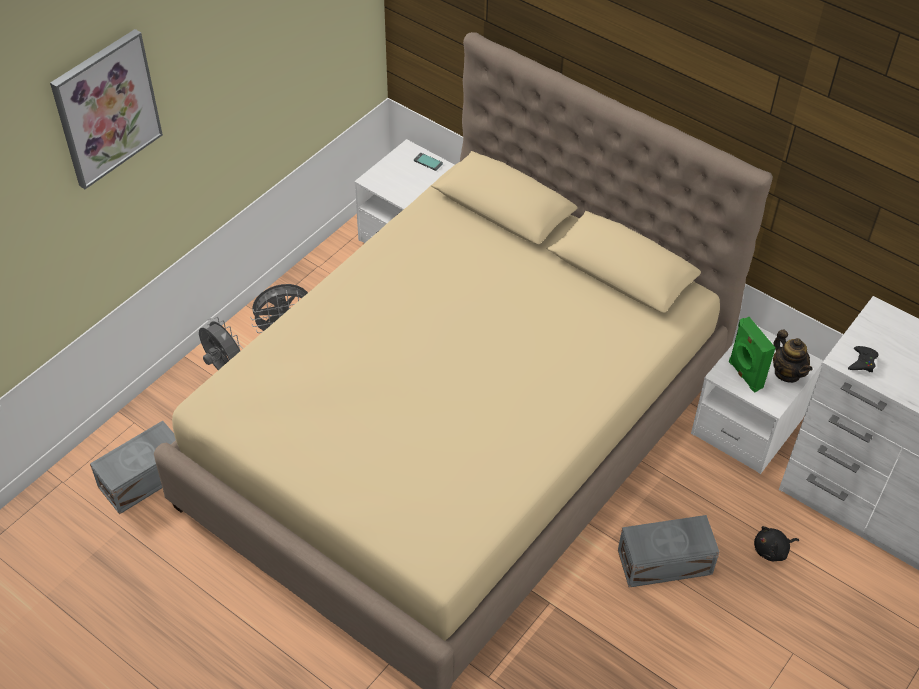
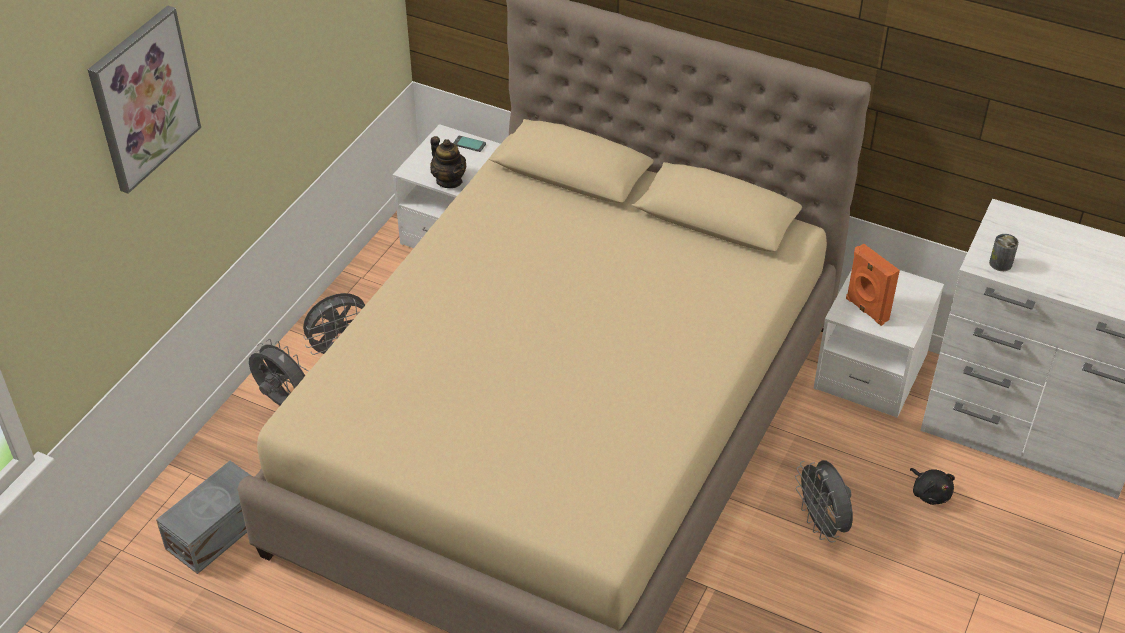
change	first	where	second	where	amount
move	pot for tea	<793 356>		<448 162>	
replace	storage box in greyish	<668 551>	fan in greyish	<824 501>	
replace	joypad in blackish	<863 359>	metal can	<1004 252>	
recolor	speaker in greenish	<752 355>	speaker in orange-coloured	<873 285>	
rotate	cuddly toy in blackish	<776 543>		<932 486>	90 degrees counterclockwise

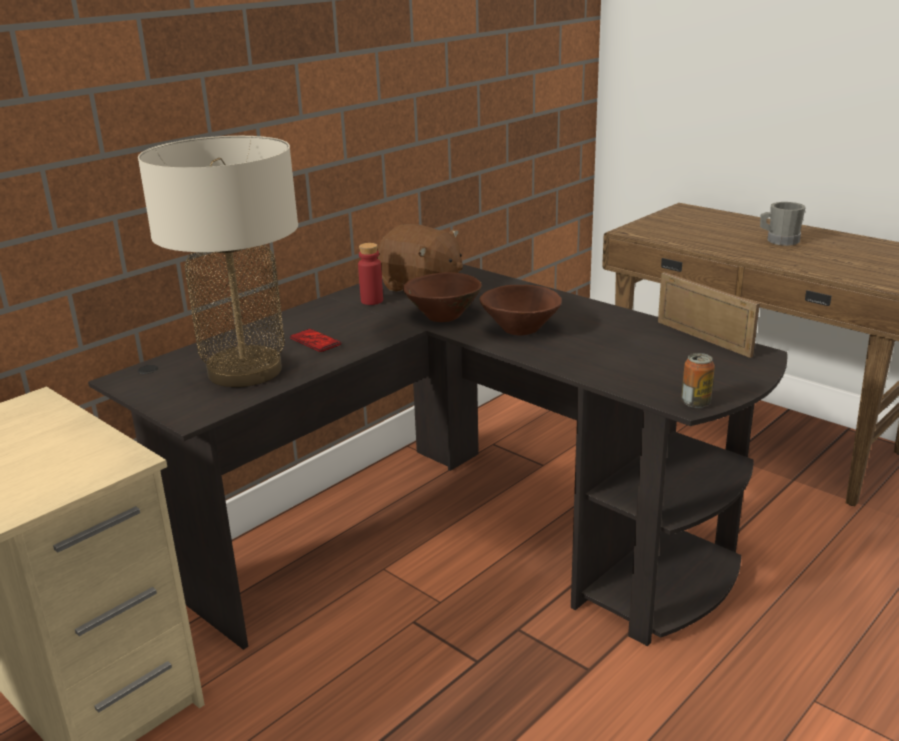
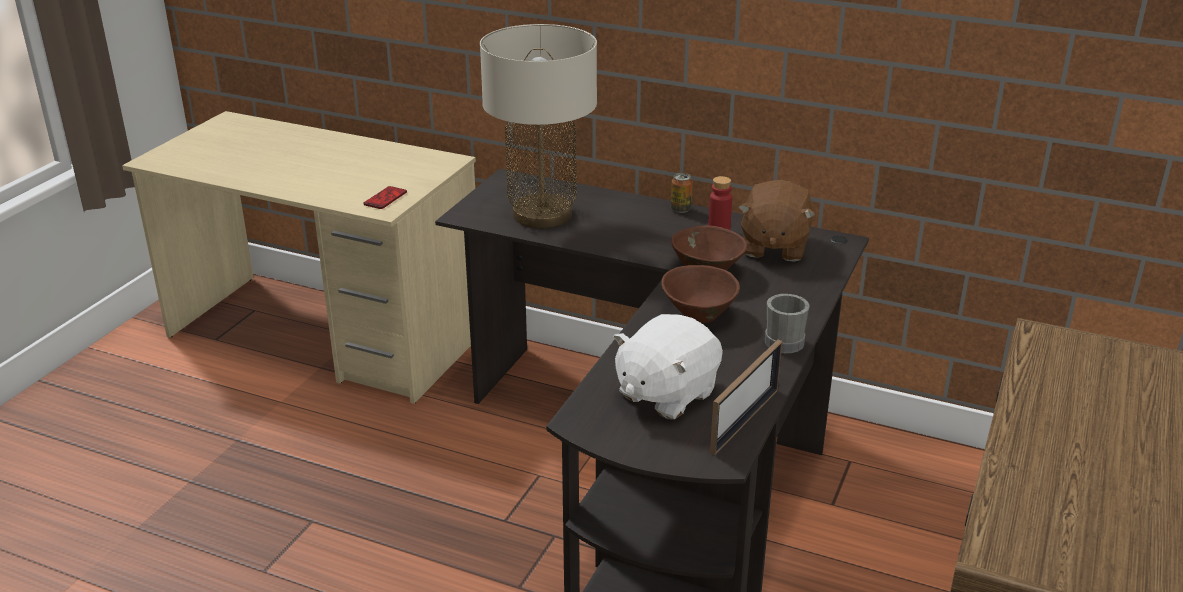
change	first	where	second	where	amount
insert			cuddly toy in whitish	<668 367>	
move	telephone	<315 340>		<385 197>	
move	metal can	<698 380>		<682 193>	
move	mug in greyish	<782 224>		<787 323>	

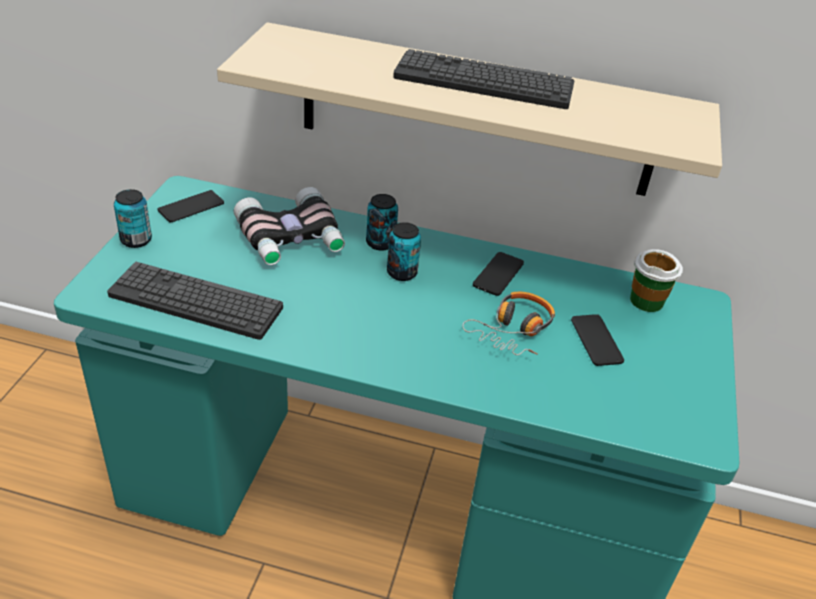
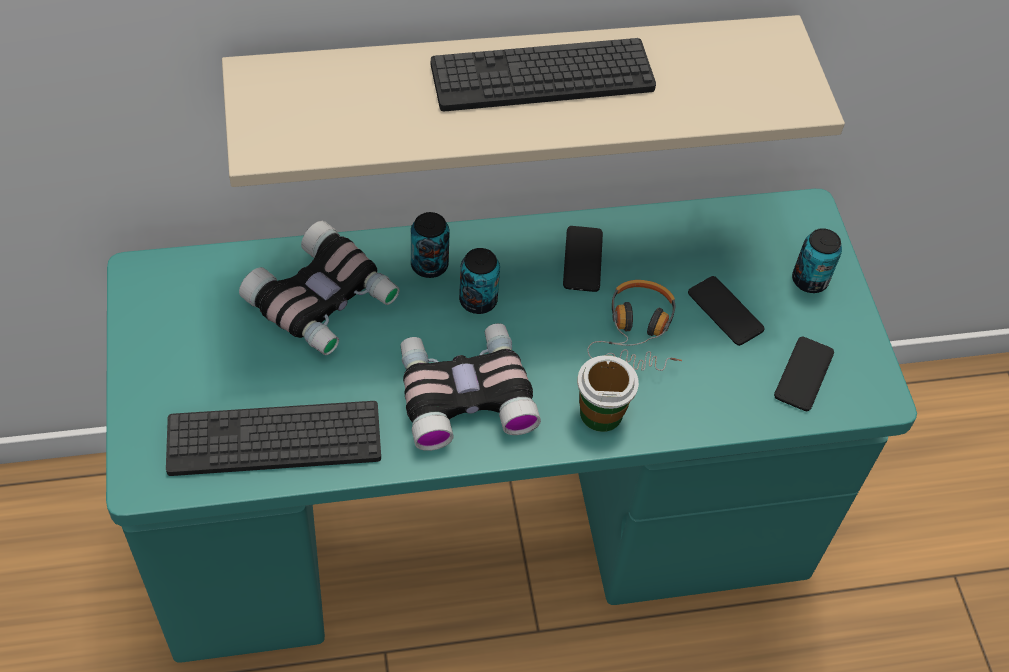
change	first	where	second	where	amount
insert			field glasses	<470 387>	
move	metal can	<133 218>		<817 260>	
move	telephone	<191 206>		<804 373>	
move	cup	<656 280>		<608 393>	

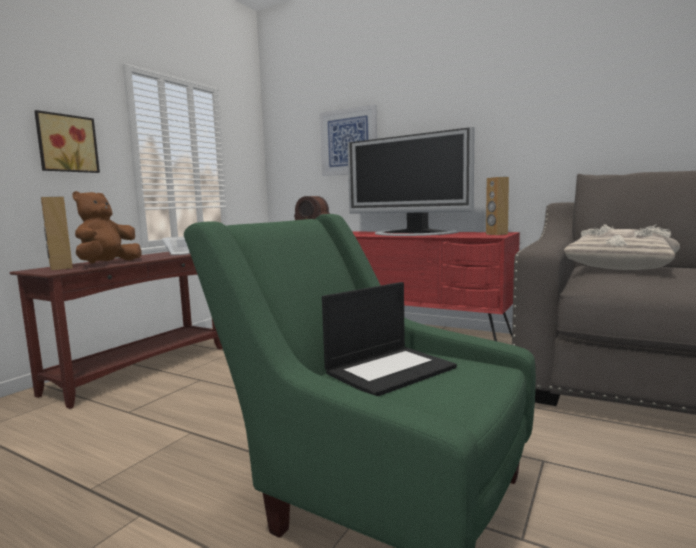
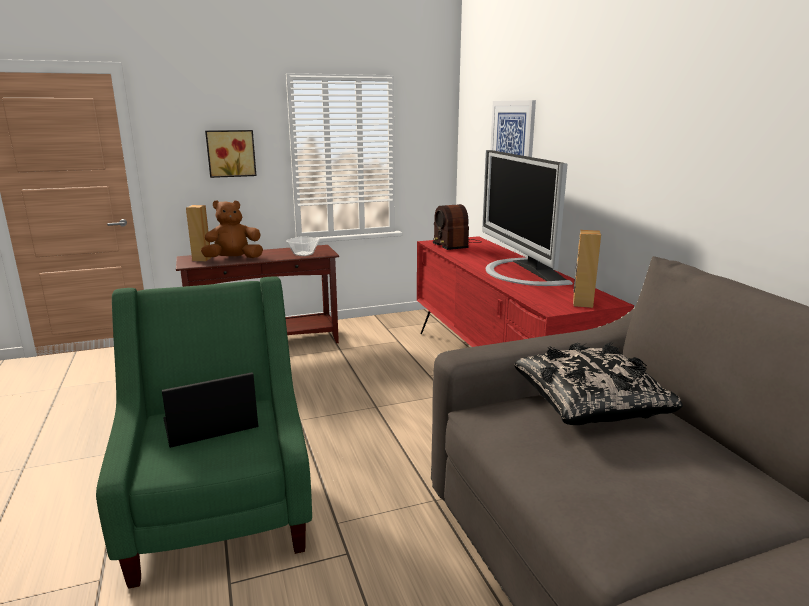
change	first	where	second	where	amount
recolor	cushion in sand-coloured	<622 247>	cushion in blackish	<599 383>	
rotate	portable computer	<389 339>		<210 410>	150 degrees clockwise

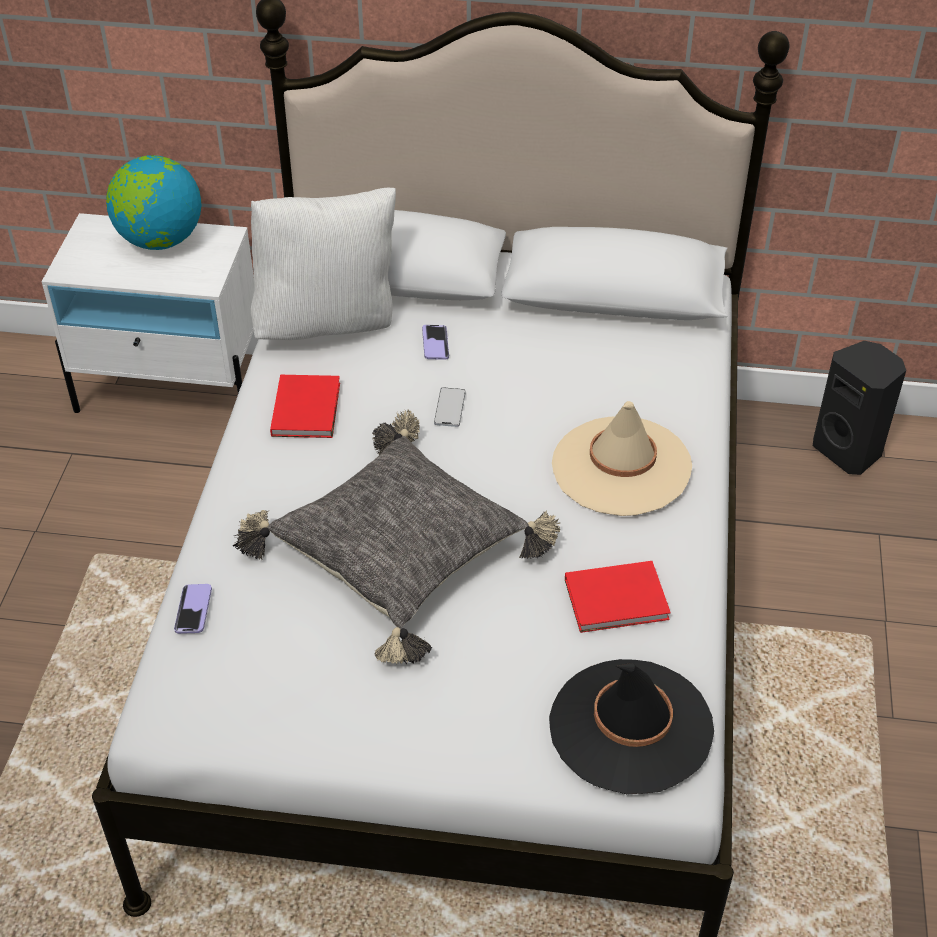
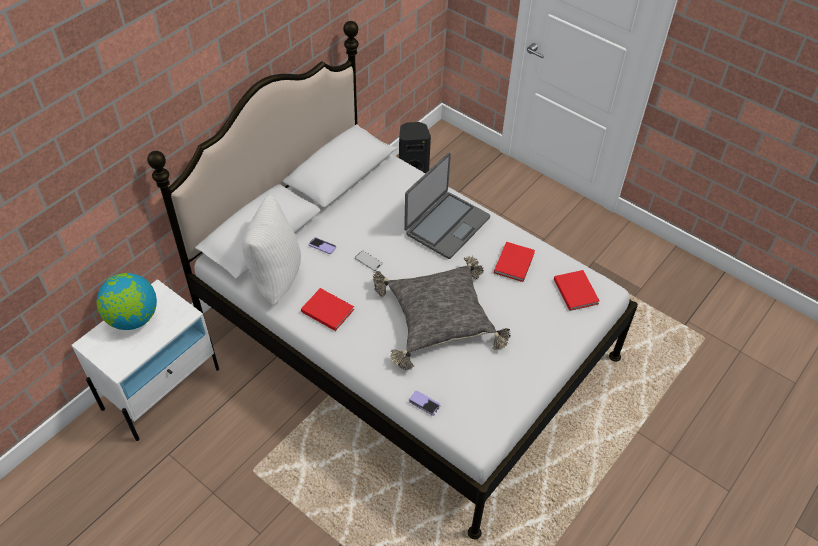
change	first	where	second	where	amount
replace	clothing hat in blackish	<631 726>	bound book in reddish	<577 290>	
replace	clothing hat in sand-coloured	<622 458>	portable computer	<447 206>	

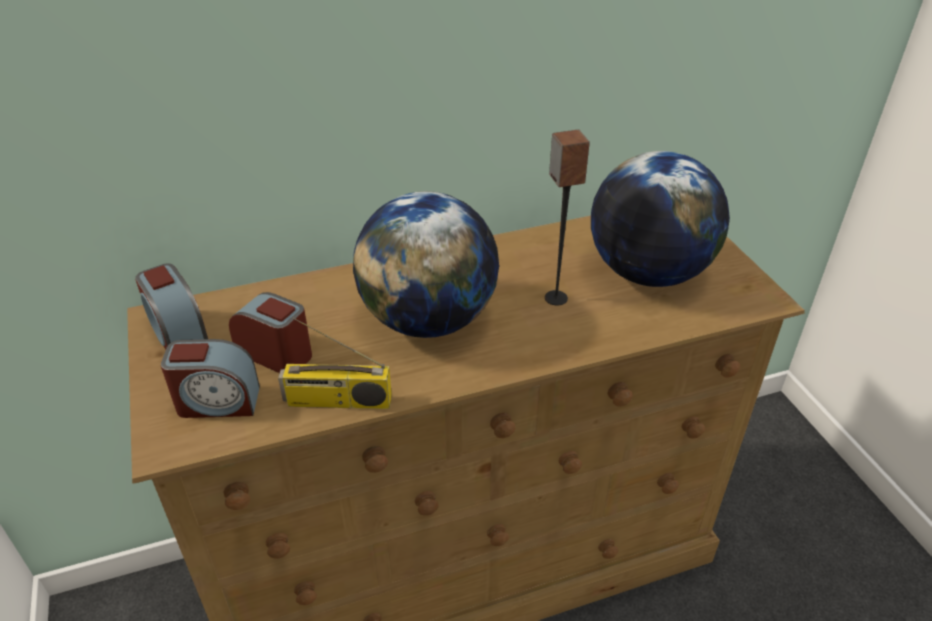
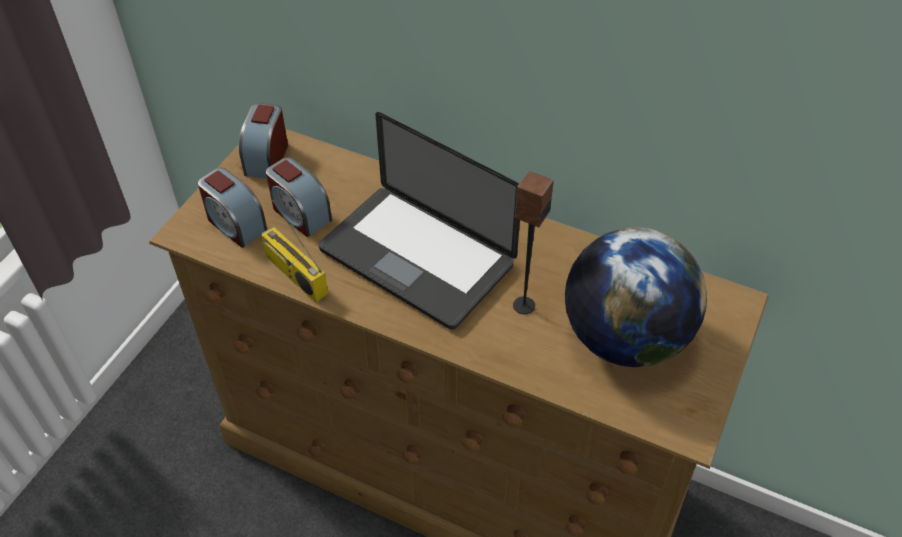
change	first	where	second	where	amount
replace	desk globe	<426 264>	portable computer	<419 221>	
rotate	bedside clock	<270 332>		<299 197>	150 degrees clockwise

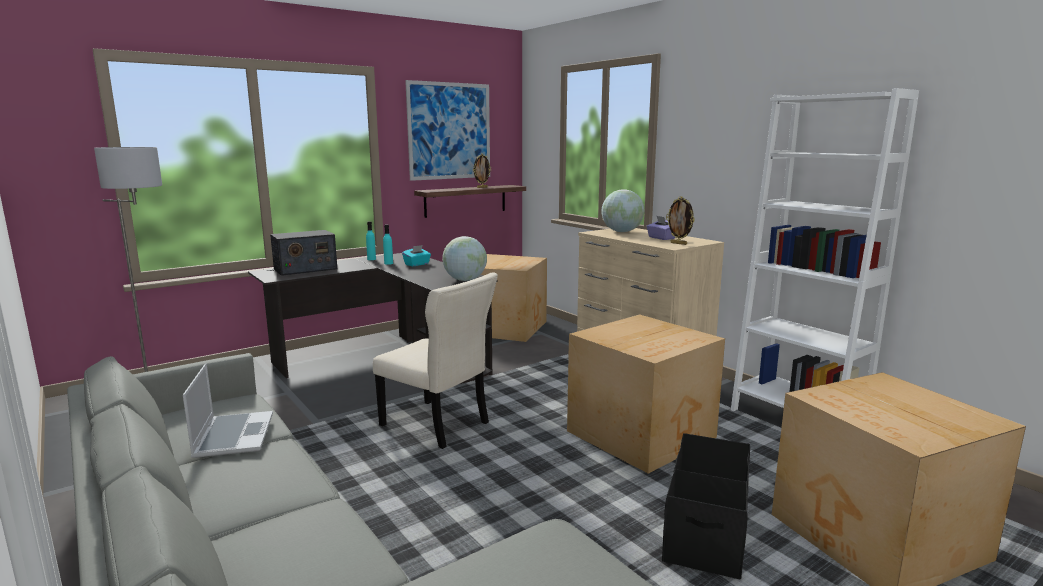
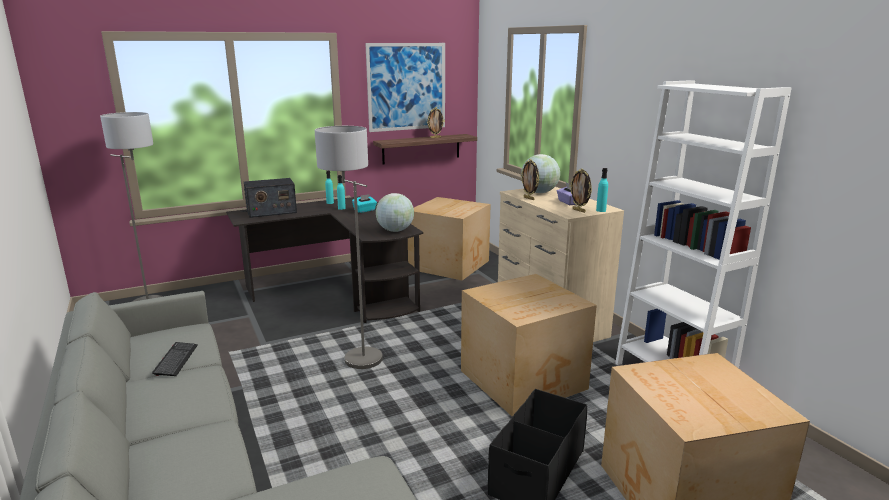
change	first	where	second	where	amount
insert			standing frame	<530 179>	
insert			drink bottle in turquoise-coloured	<602 190>	
replace	portable computer	<228 410>	computer keyboard	<175 359>	
replace	plain chair in sand-coloured	<435 360>	standard lamp in greyish	<349 247>	

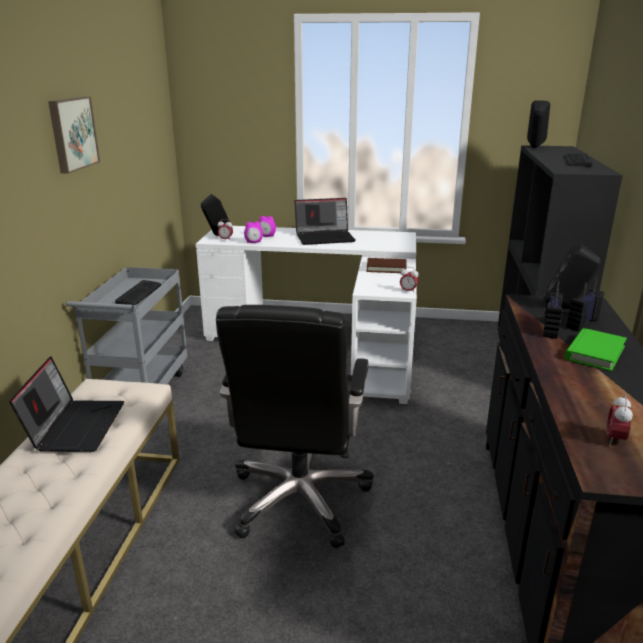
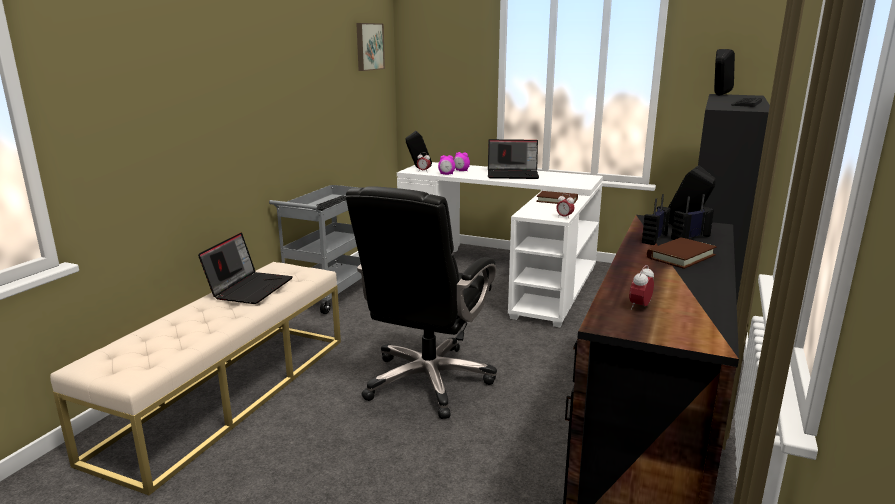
change	first	where	second	where	amount
move	picture	<74 135>		<370 47>	
recolor	bound book in greenish	<596 349>	bound book in brown	<682 253>	

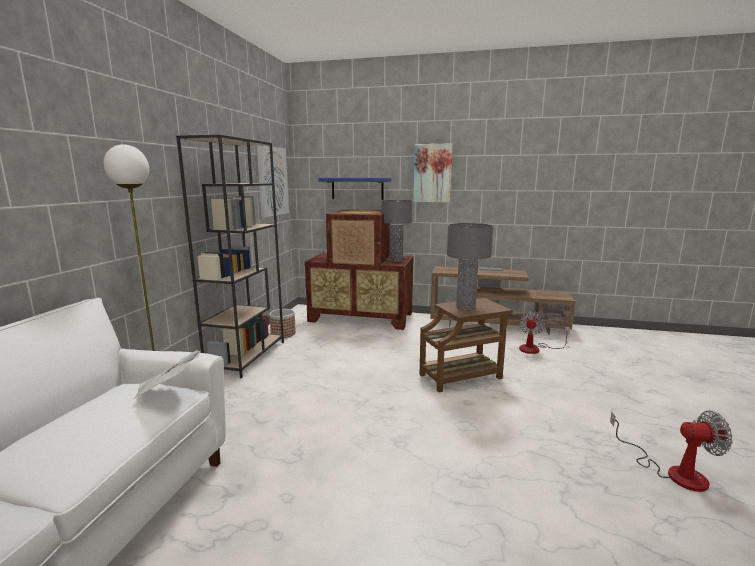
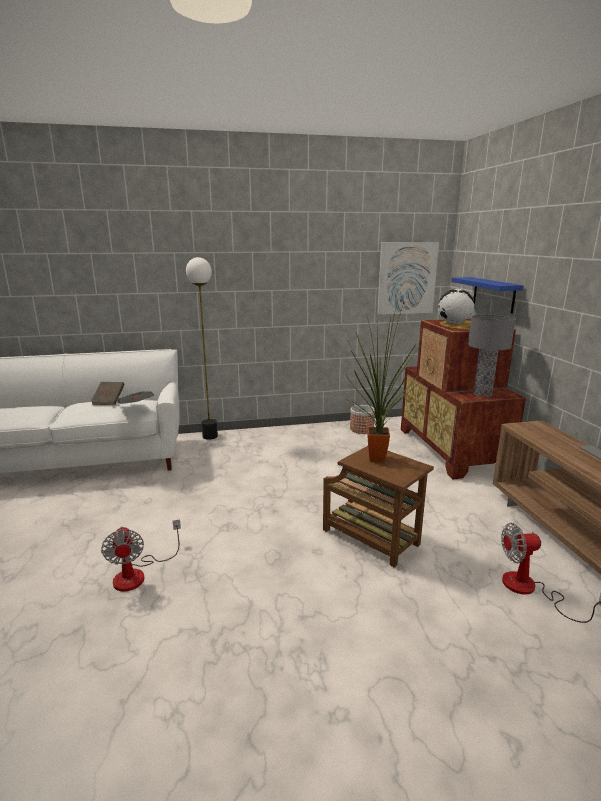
change	first	where	second	where	amount
delete	bookcase	<230 256>			
delete	picture	<433 173>			
insert			bound book in brown	<107 393>	
insert			desk globe	<456 306>	
move	fan	<671 451>		<141 555>	
replace	tabletop lamp in greyish	<470 267>	houseplant	<383 380>	

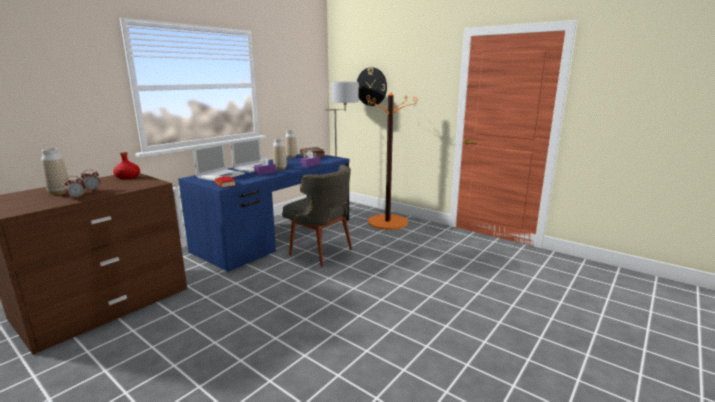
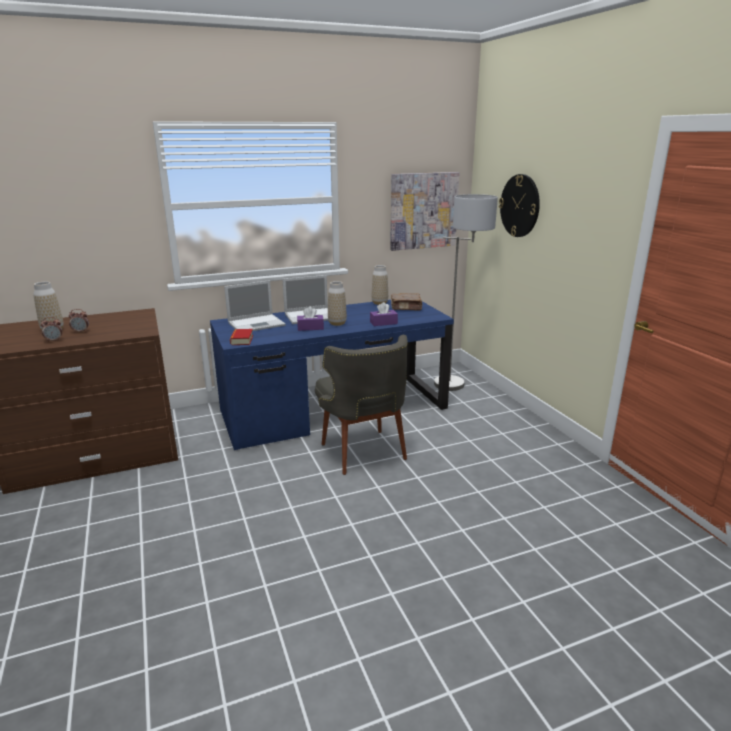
change	first	where	second	where	amount
delete	drink bottle in reddish	<126 165>			
delete	garment rack in orange-coloured	<391 161>			
insert			picture	<425 211>	

